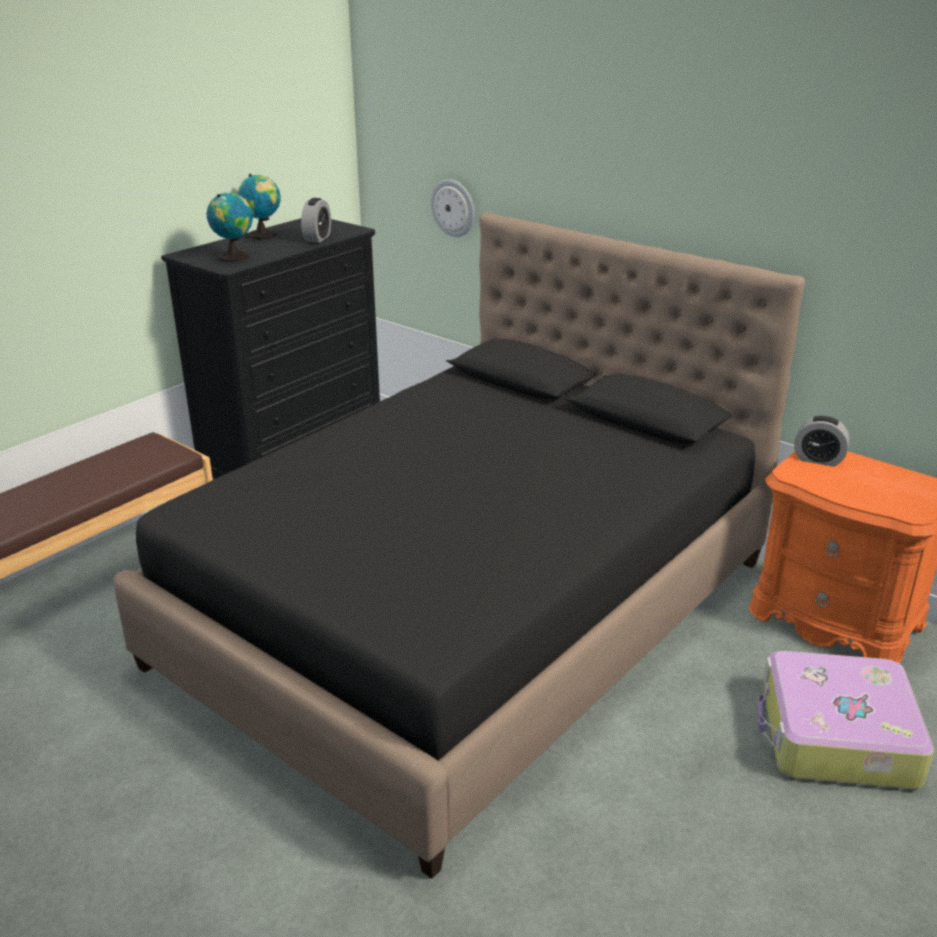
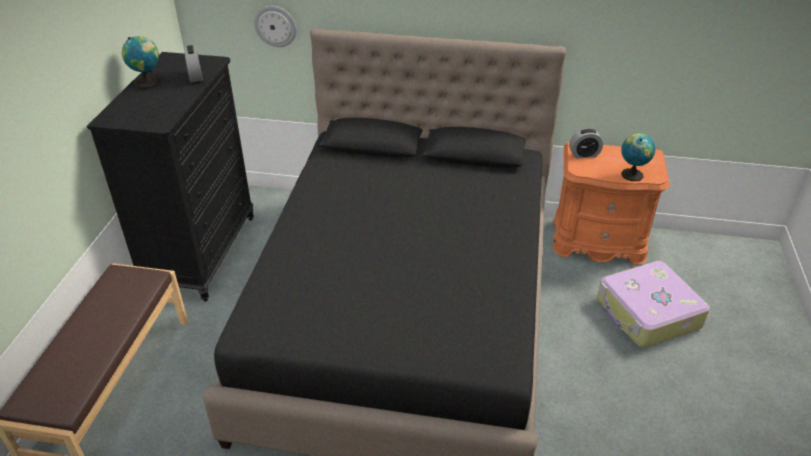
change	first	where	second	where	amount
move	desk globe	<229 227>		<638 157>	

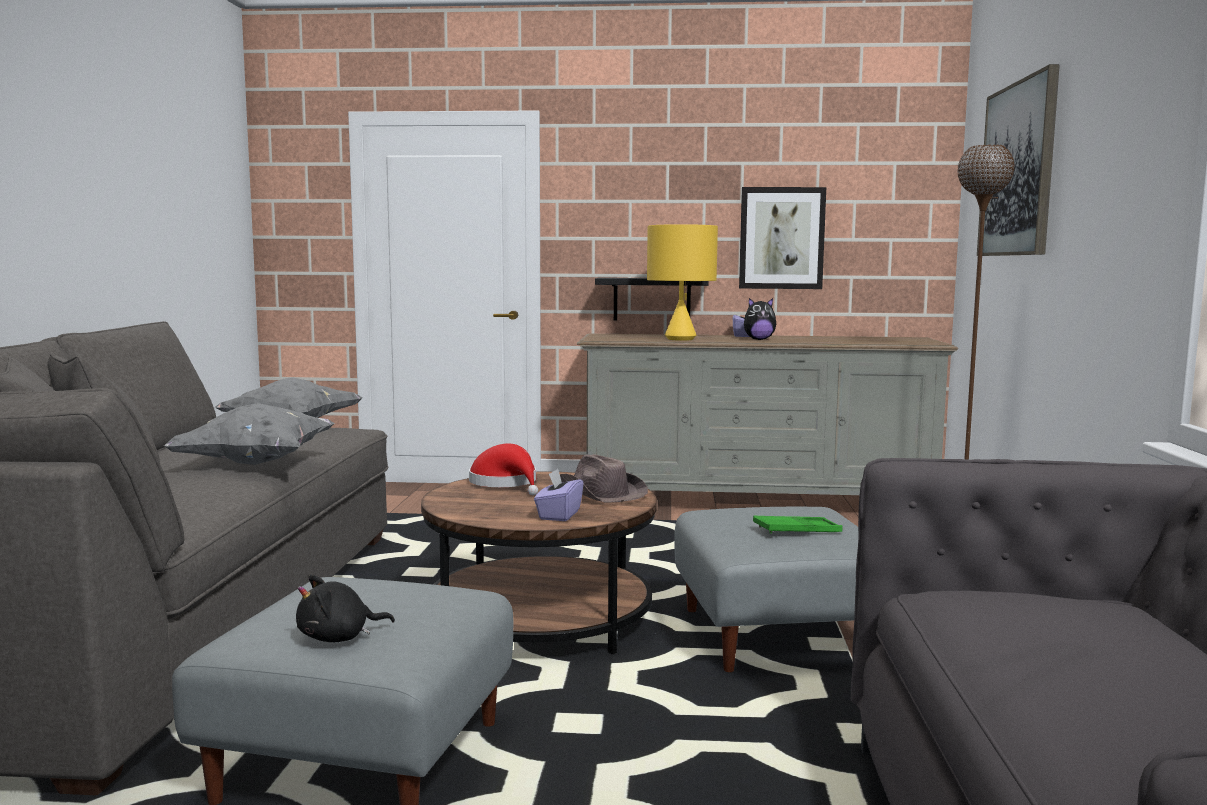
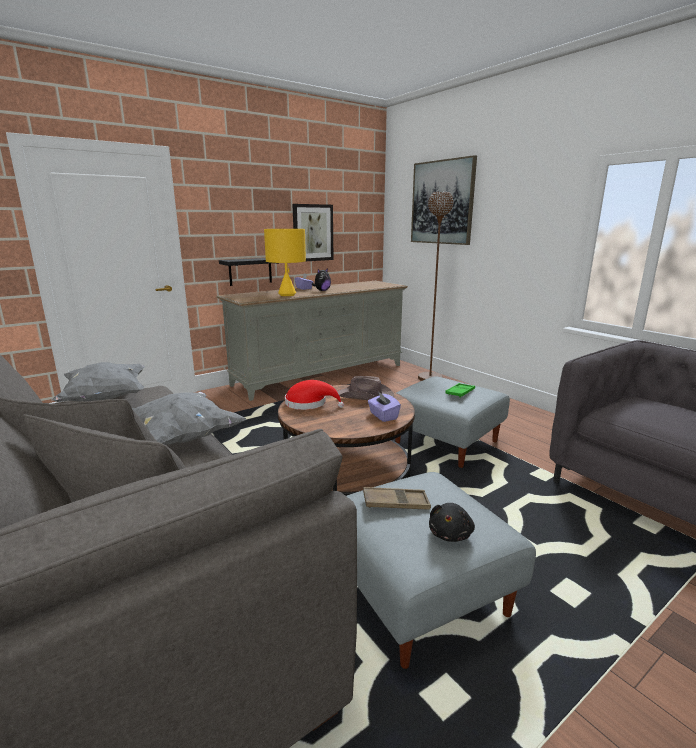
change	first	where	second	where	amount
insert			tray in brown	<397 498>	

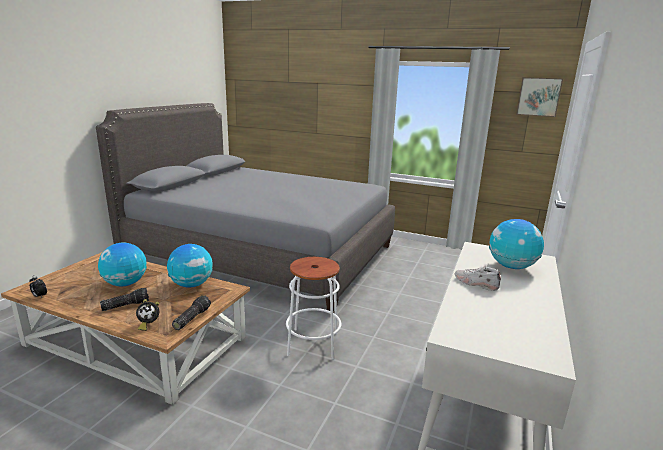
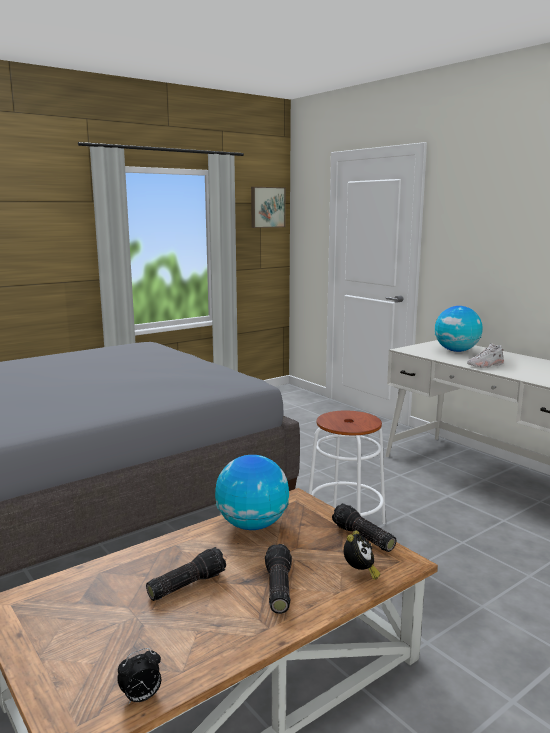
change	first	where	second	where	amount
replace	desk globe	<122 264>	torch	<186 574>	

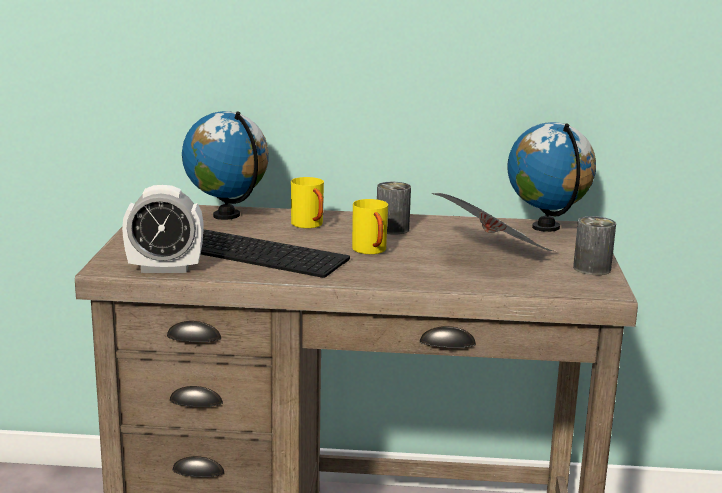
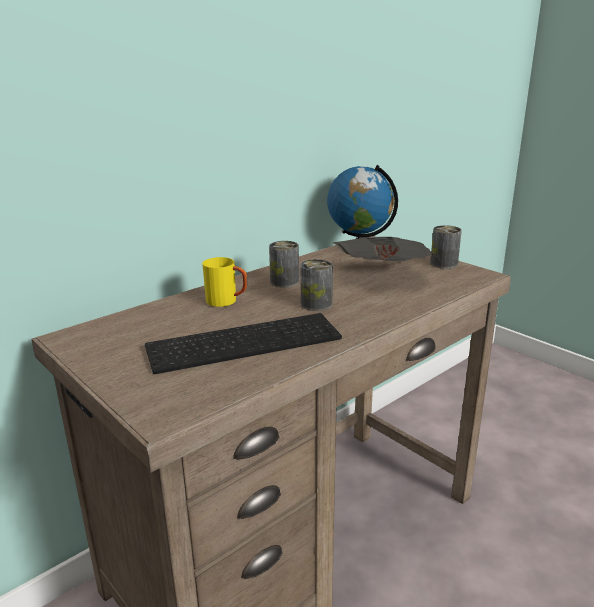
change	first	where	second	where	amount
delete	bedside clock	<162 229>			
delete	desk globe	<225 165>			
replace	mug in yellow-coloured	<370 226>	metal can	<317 285>	

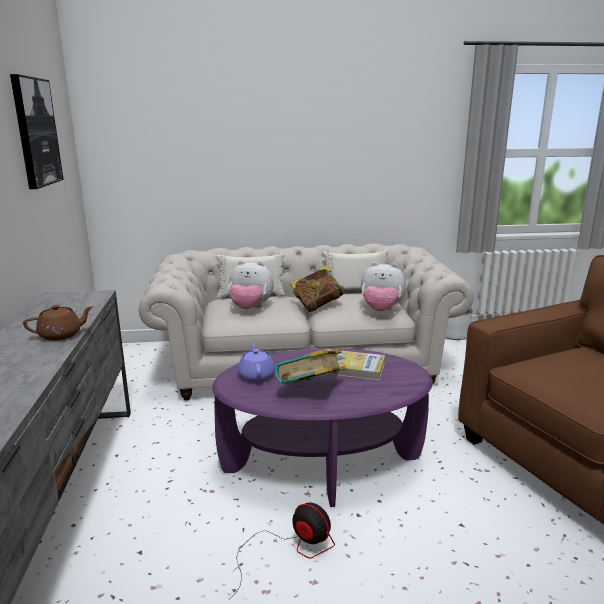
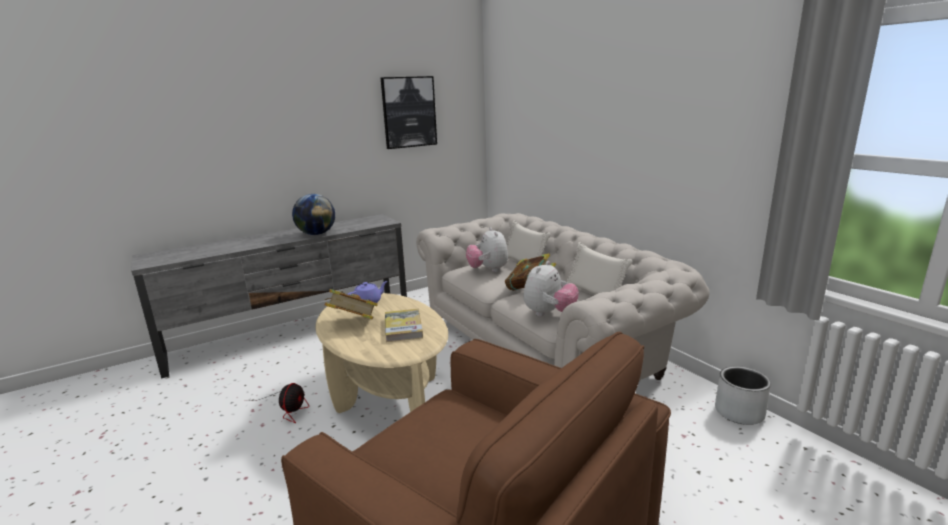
change	first	where	second	where	amount
replace	pot for tea in brown	<58 323>	desk globe	<313 214>	
recolor	low table in purplish	<322 427>	low table in sand-coloured	<381 353>	
rotate	cuddly toy	<383 286>		<551 288>	135 degrees counterclockwise

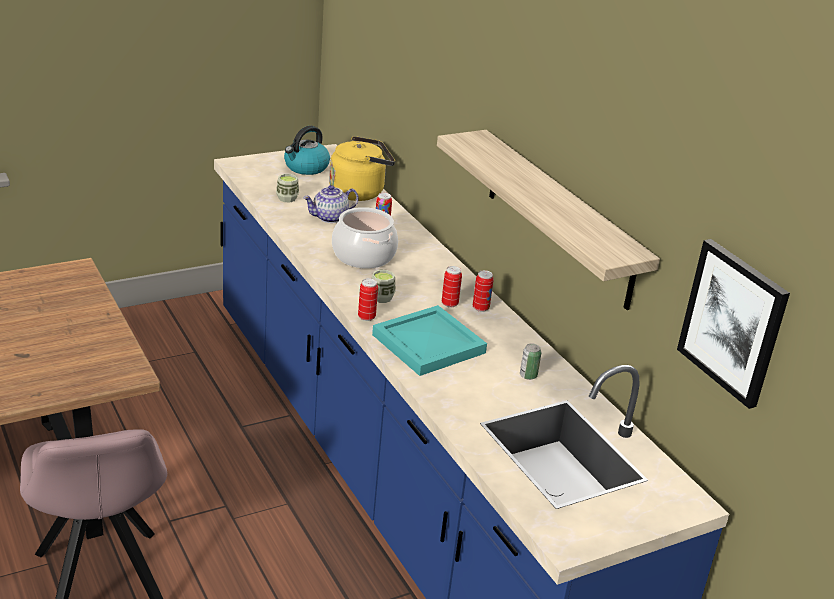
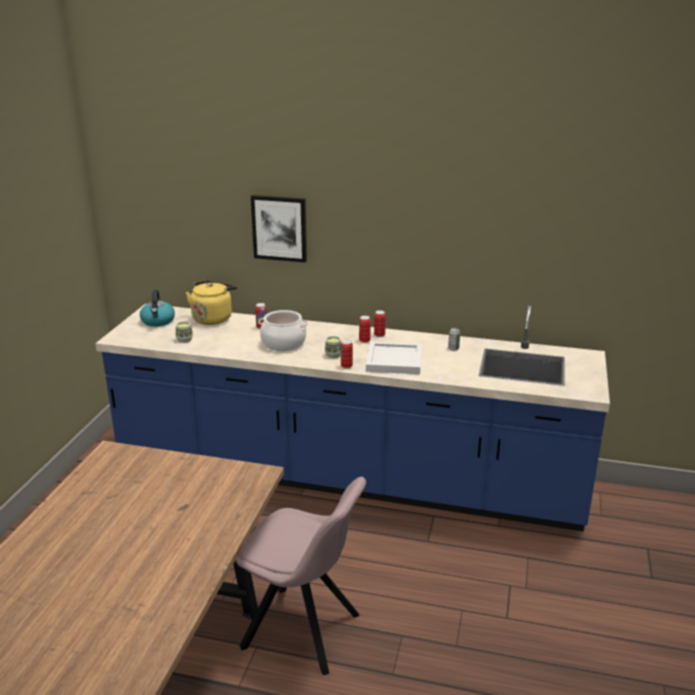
change	first	where	second	where	amount
delete	pot for tea	<331 204>			
delete	bracket shelf	<548 220>			
move	picture	<733 324>		<279 229>	
recolor	tray in turquoise-coloured	<429 340>	tray in whitish	<394 357>	

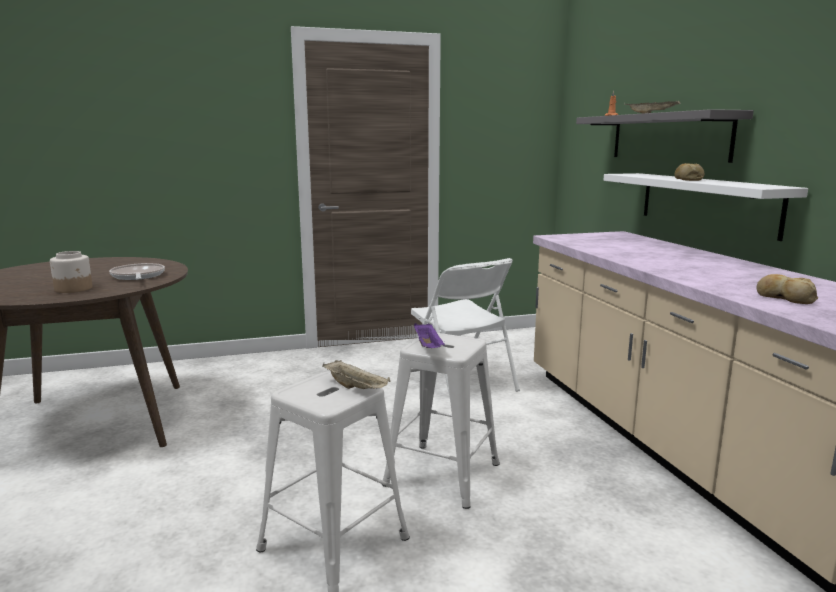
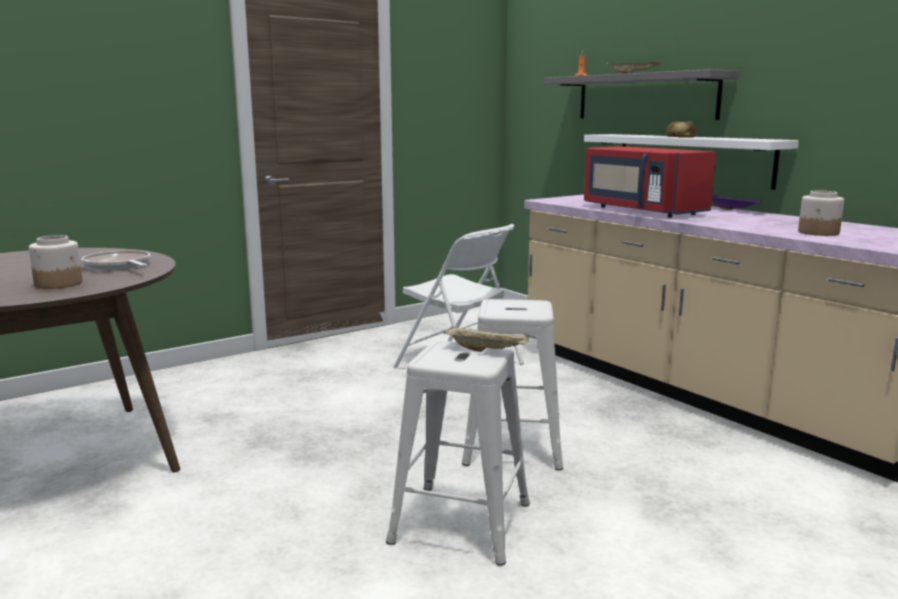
change	first	where	second	where	amount
insert			kitchen microwave in reddish	<650 182>	
move	tray in purplish	<429 335>		<737 202>	
replace	bread	<787 289>	storage jar	<821 213>	

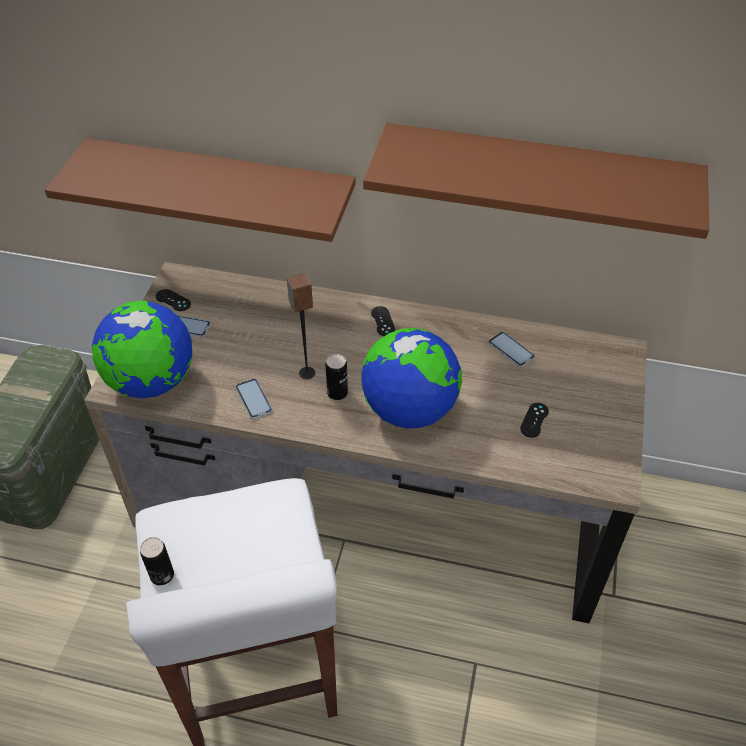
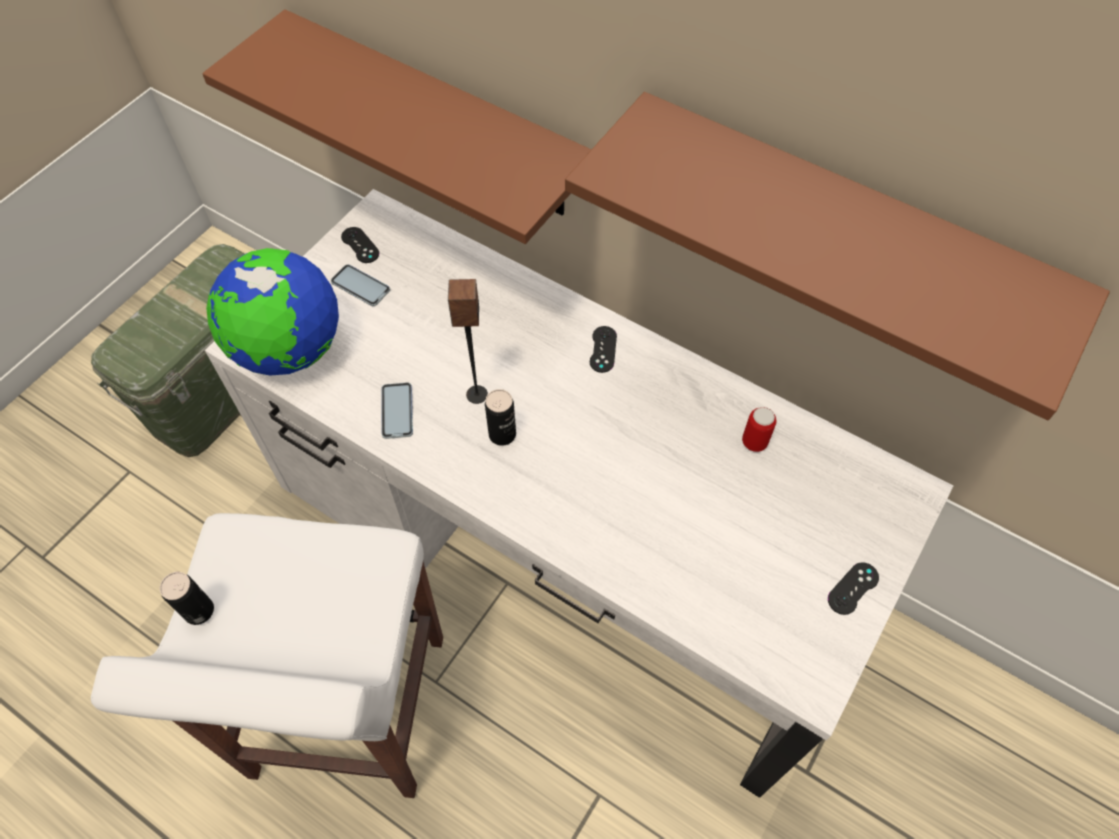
change	first	where	second	where	amount
delete	desk globe	<411 378>			
move	joypad in blackish	<534 420>		<853 588>	
replace	telephone	<511 349>	metal can	<759 429>	
recolor	desk table in brown	<365 442>	desk table in whitish	<579 493>	

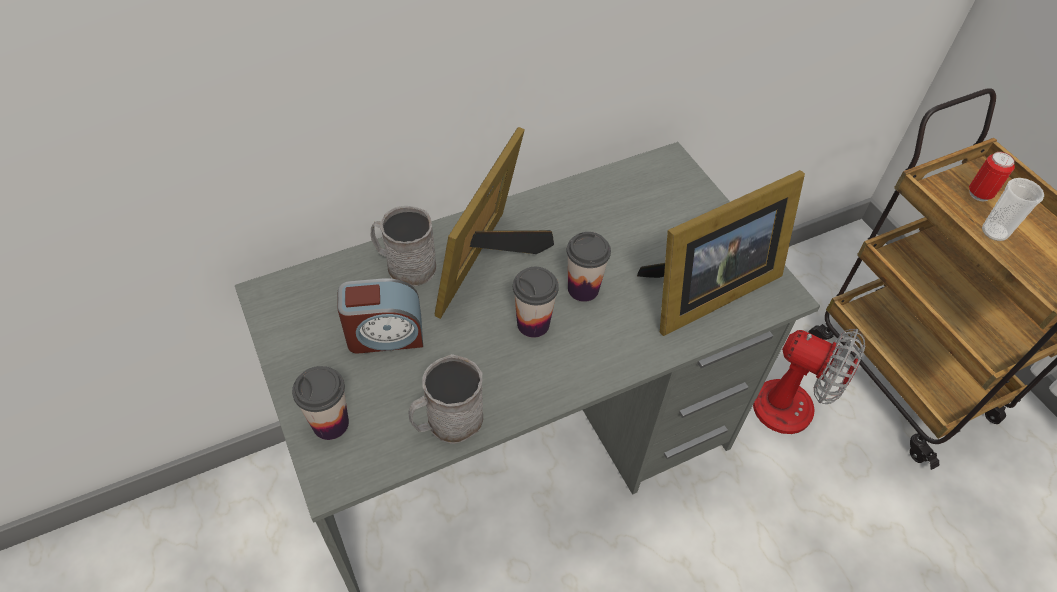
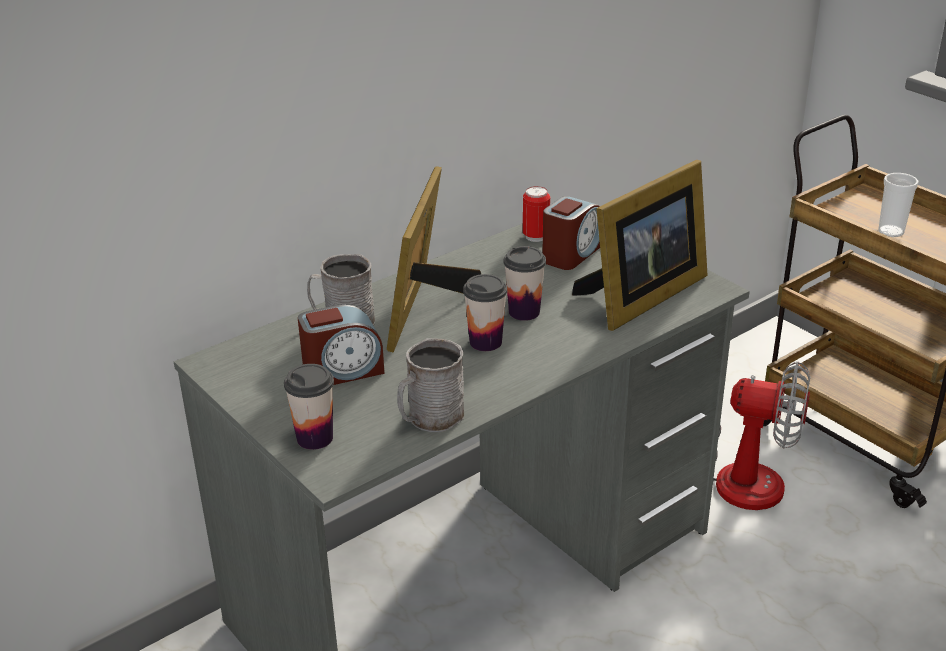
change	first	where	second	where	amount
insert			bedside clock	<571 233>	
move	metal can	<992 176>		<536 214>	

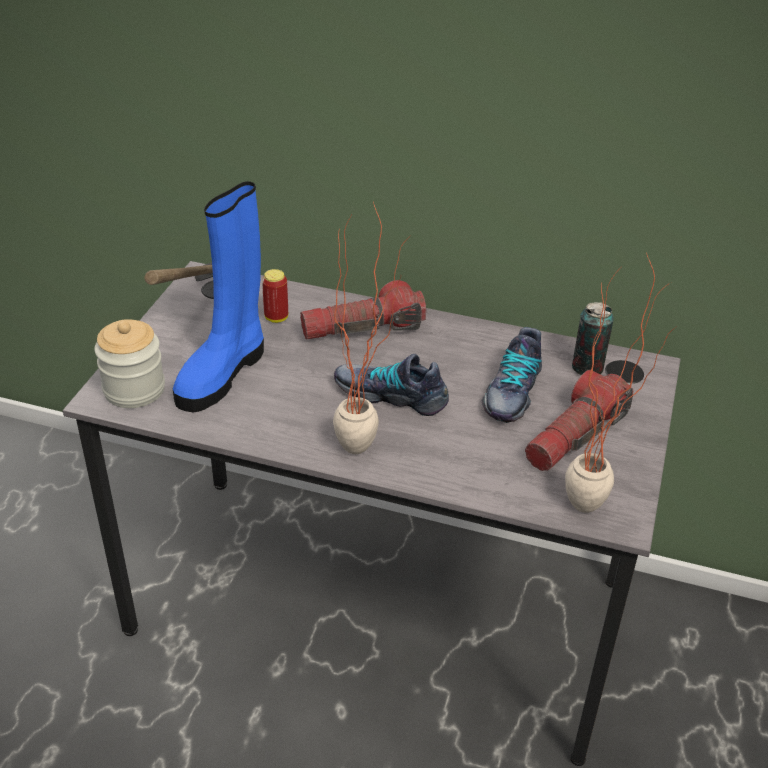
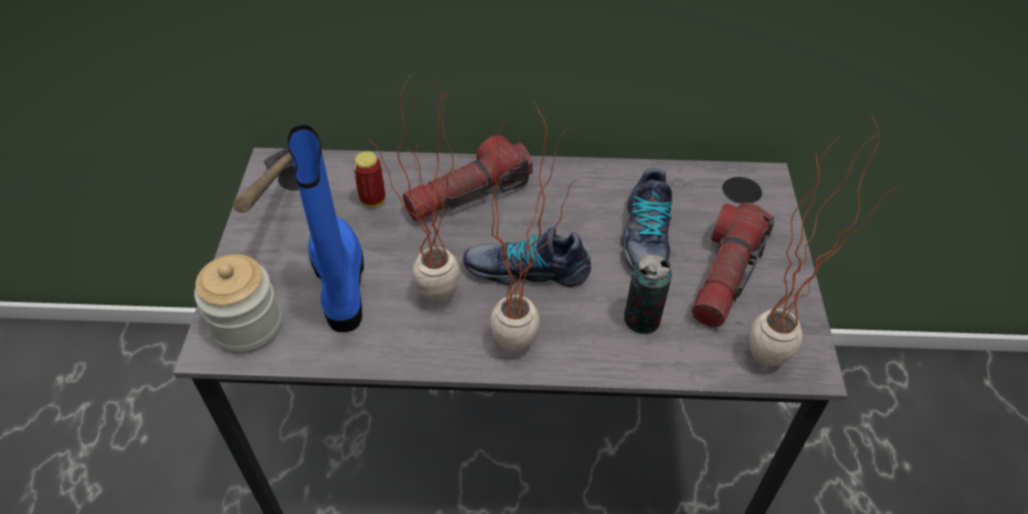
change	first	where	second	where	amount
insert			houseplant	<414 188>	
move	metal can	<593 338>		<648 294>	
rotate	tall boot in bluish	<218 296>		<325 228>	150 degrees clockwise

